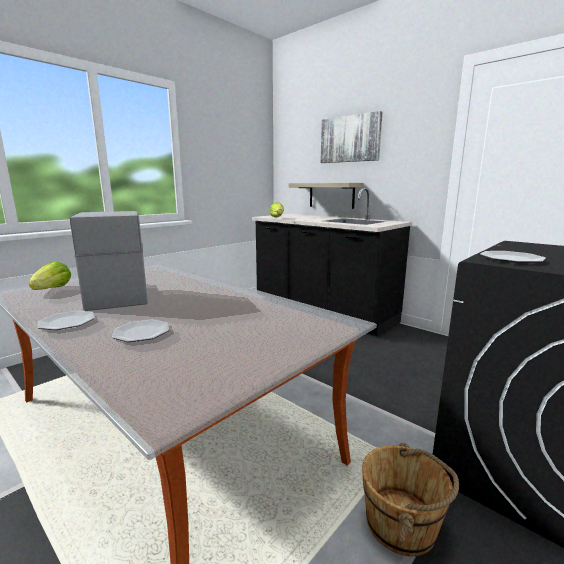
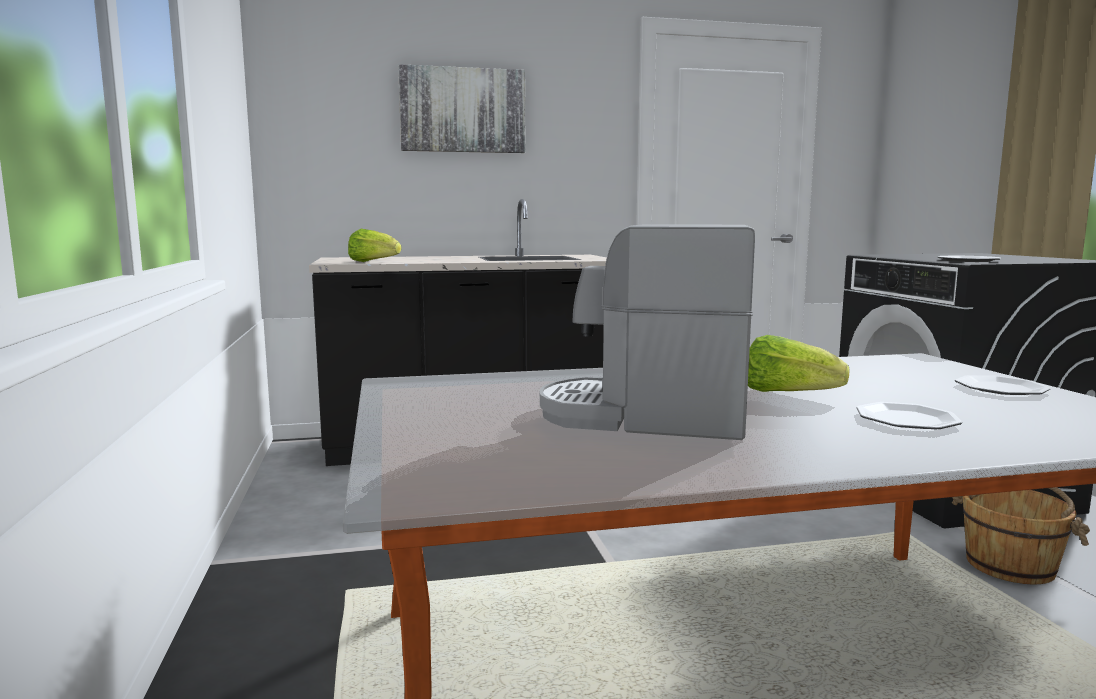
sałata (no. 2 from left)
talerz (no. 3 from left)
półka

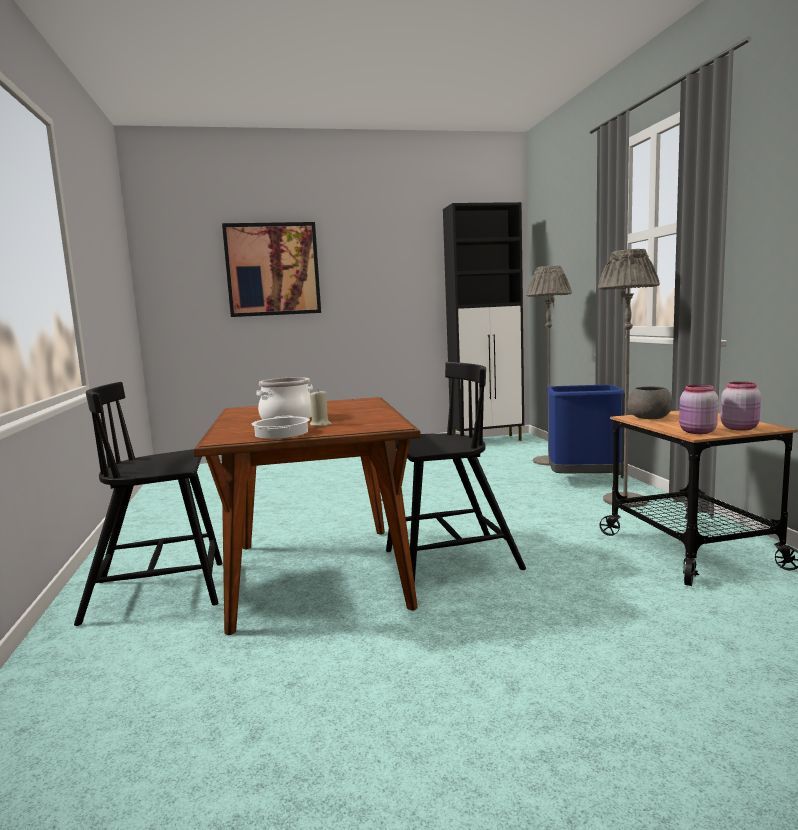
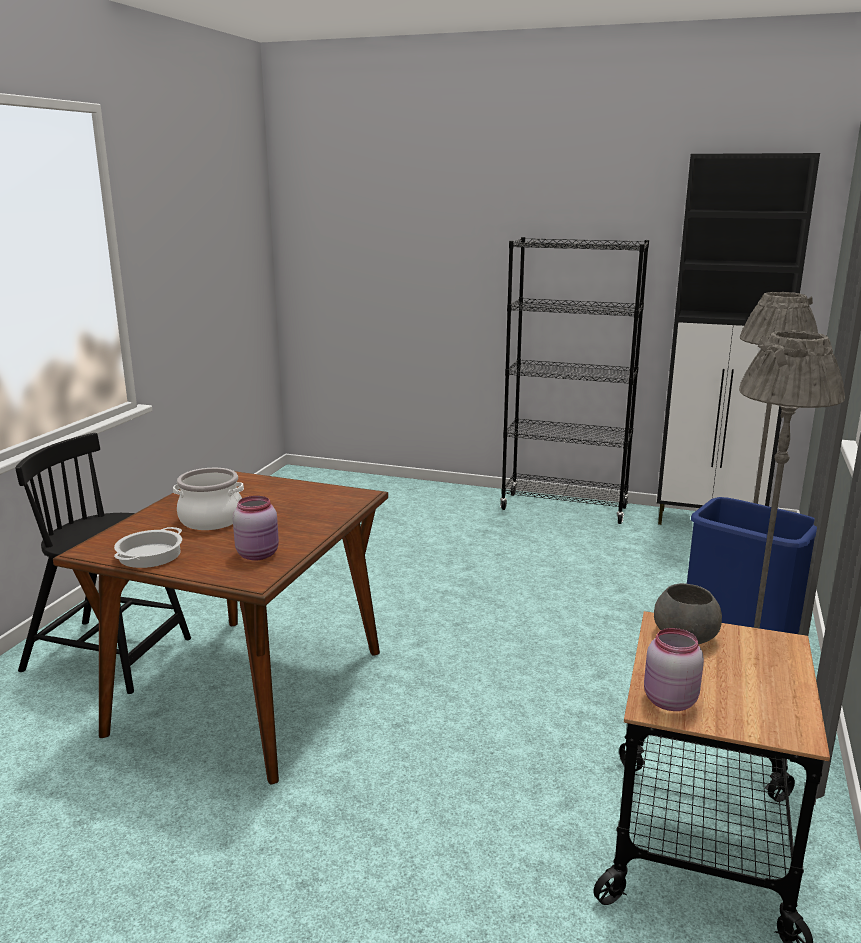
obraz
świeca (beżowy)
krzesło (czarny) (no. 2 from left in the first image)
słoik (różowy) (no. 1 from left)
regał (czarny)

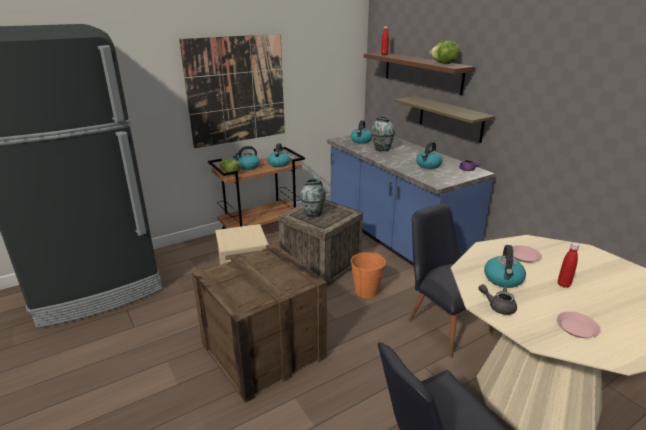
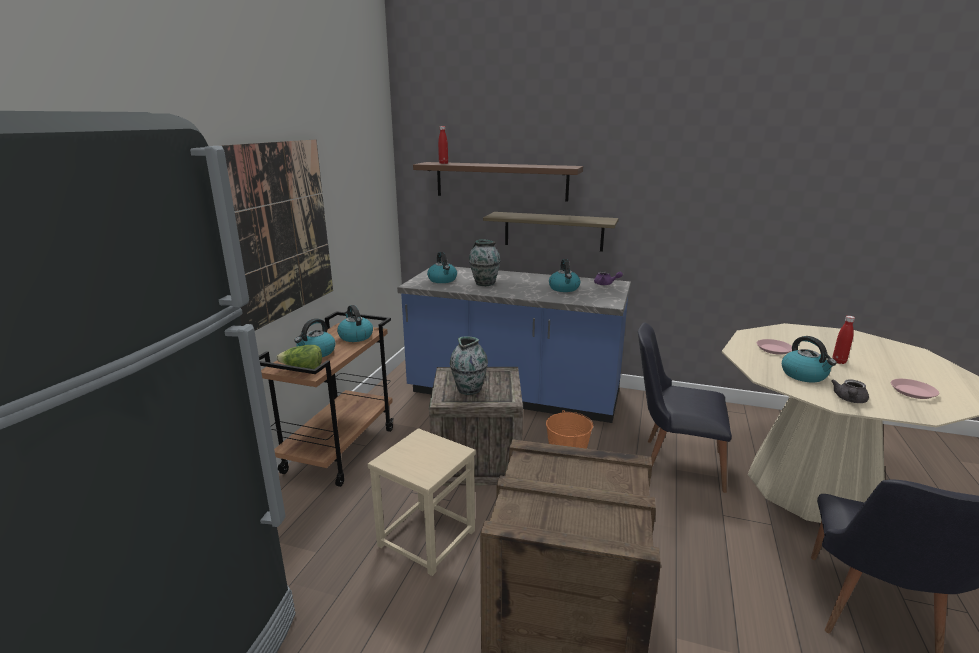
sałata (no. 2 from left in the first image)
imbryk (szary)

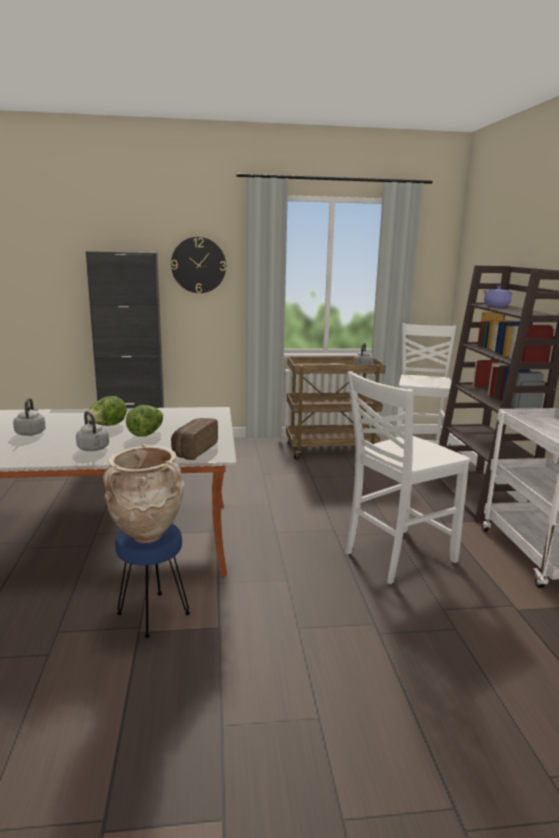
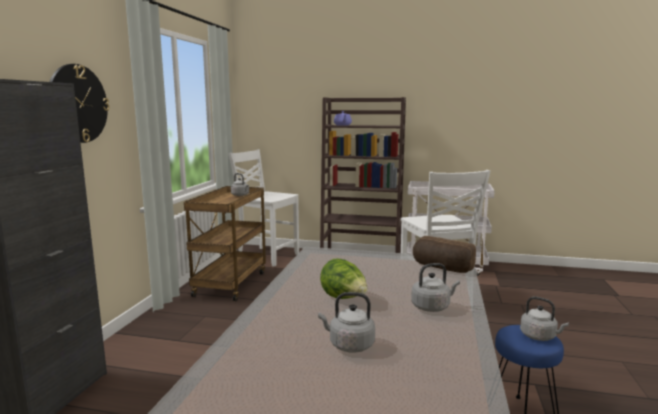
czajnik (szary) (no. 4 from left)
sałata (no. 2 from left in the first image)

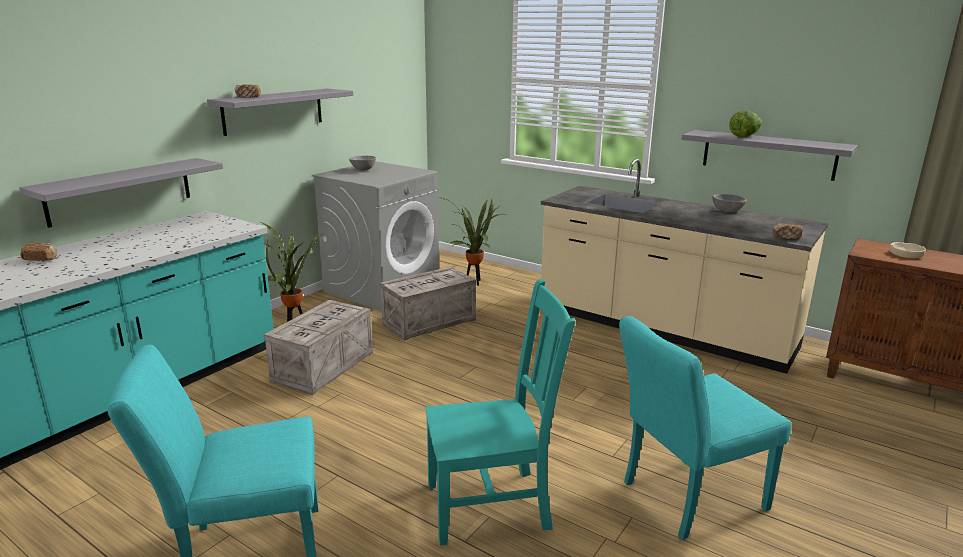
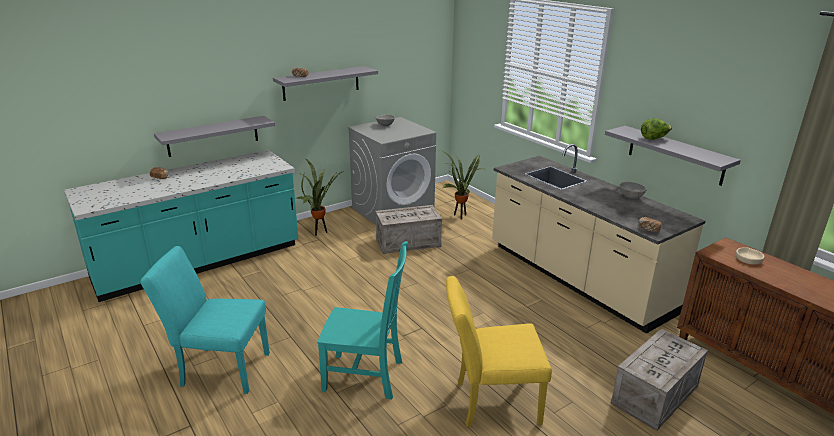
skrzynka (no. 2 from left)
krzesło (żółty)

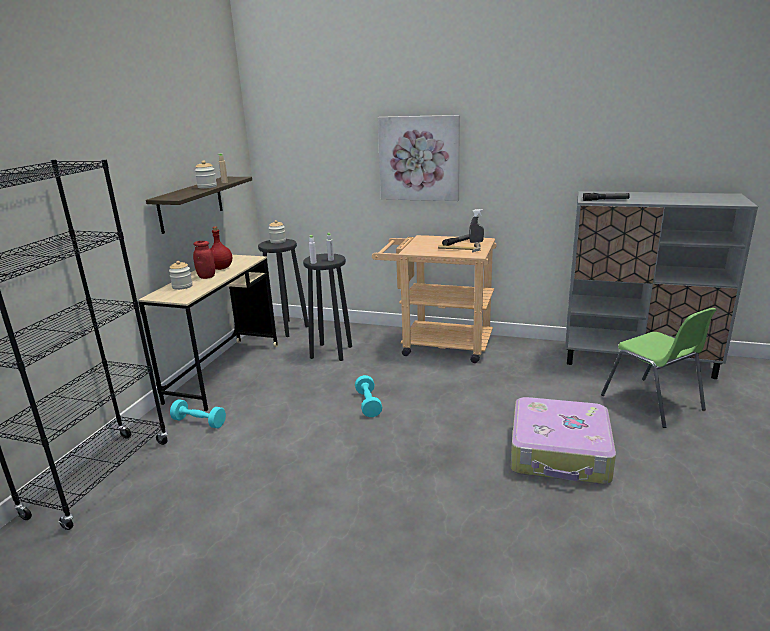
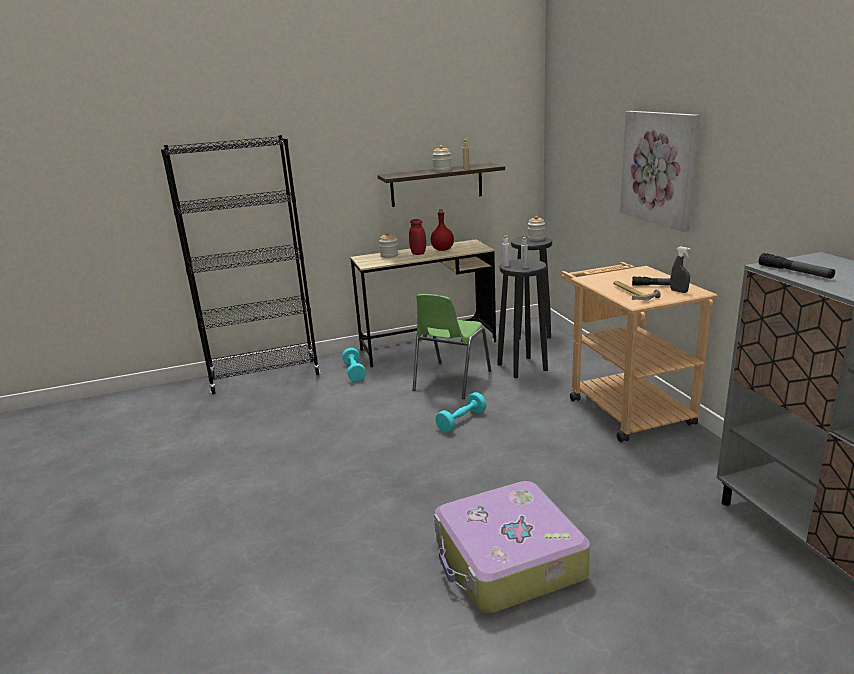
krzesło (zielony)

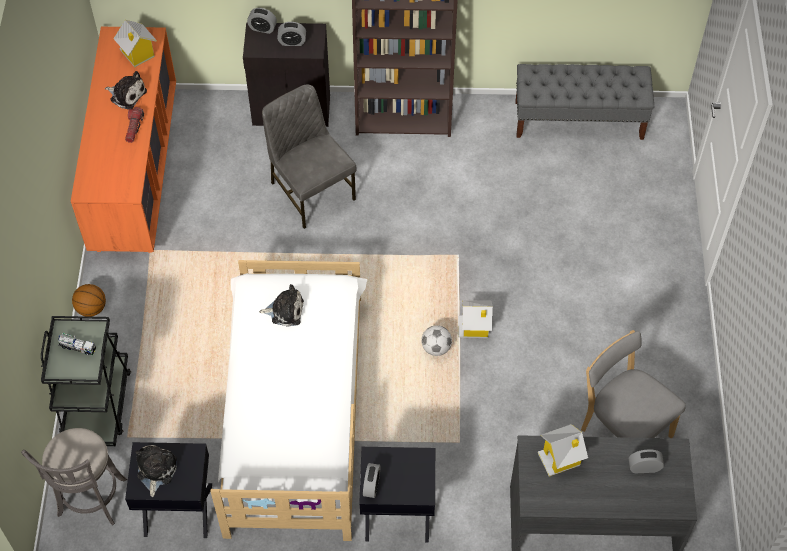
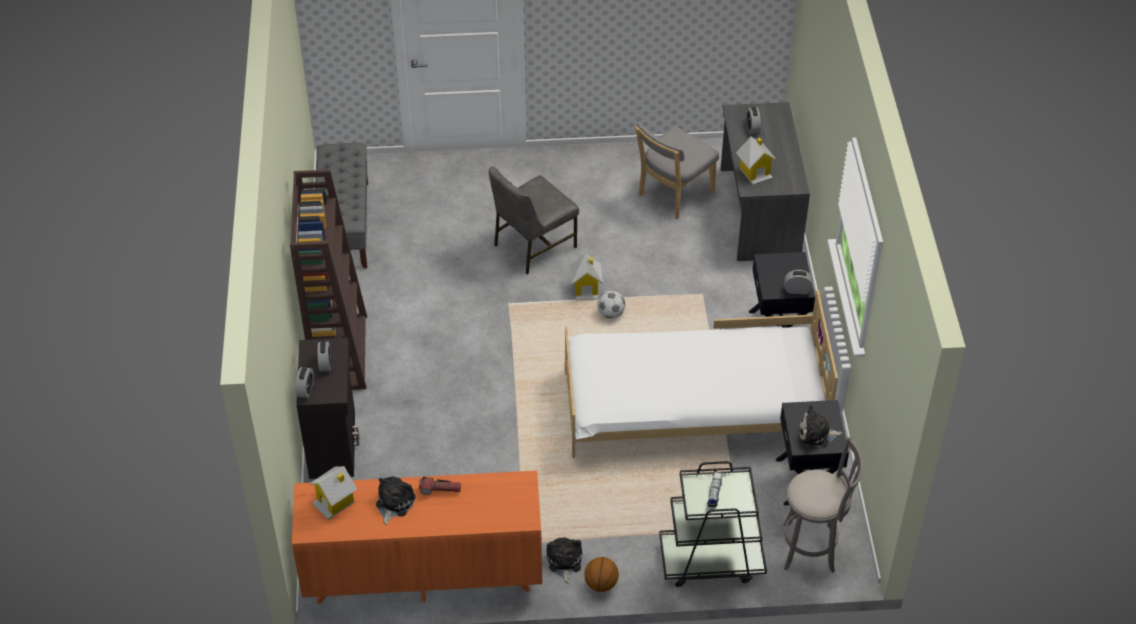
pluszak (no. 2 from left)
krzesło (szary) (no. 1 from left)

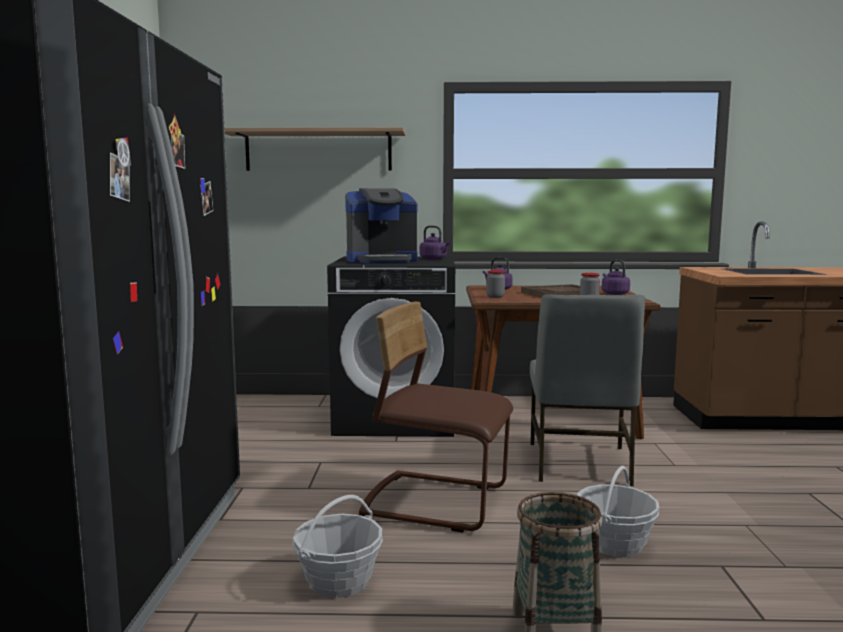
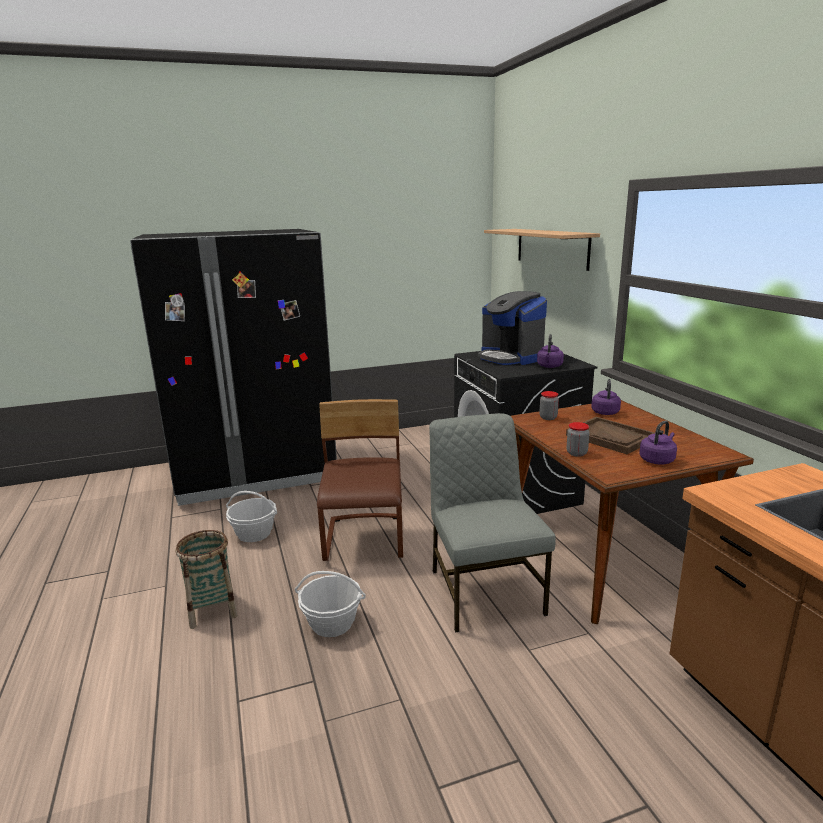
krzesło (szary)

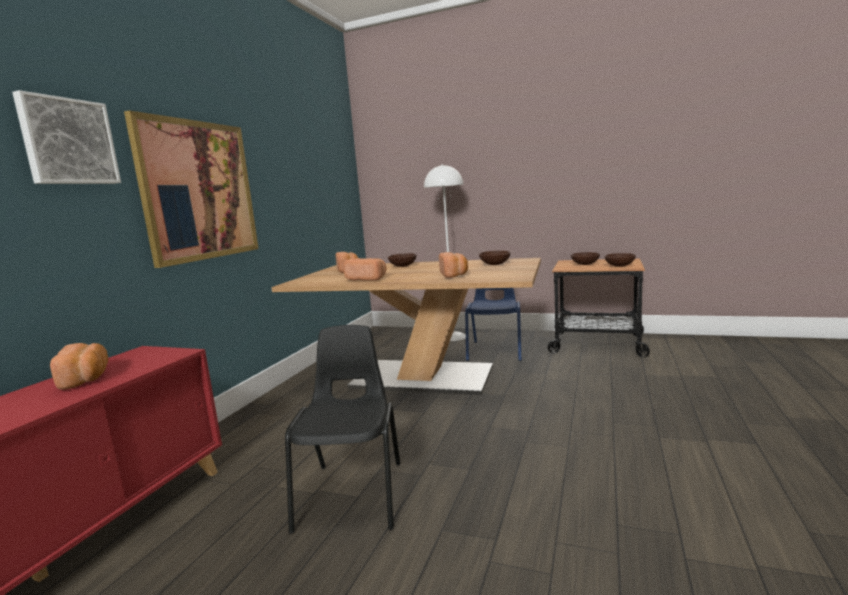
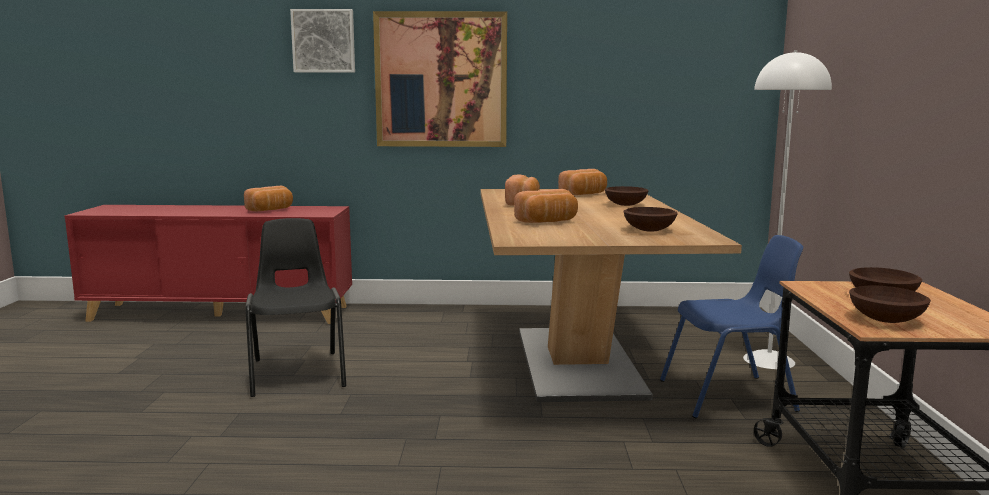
krzesło (czarny)

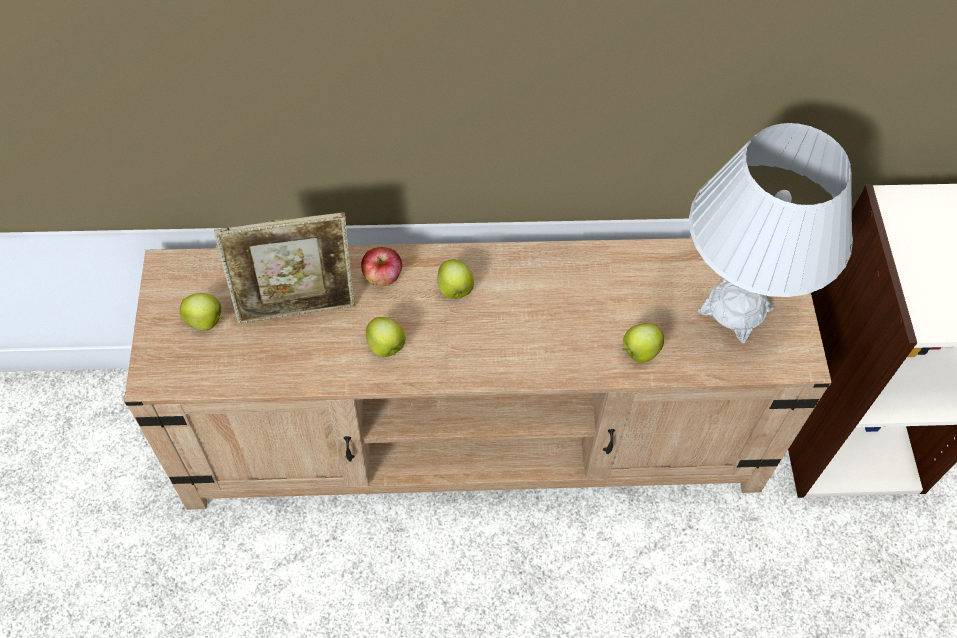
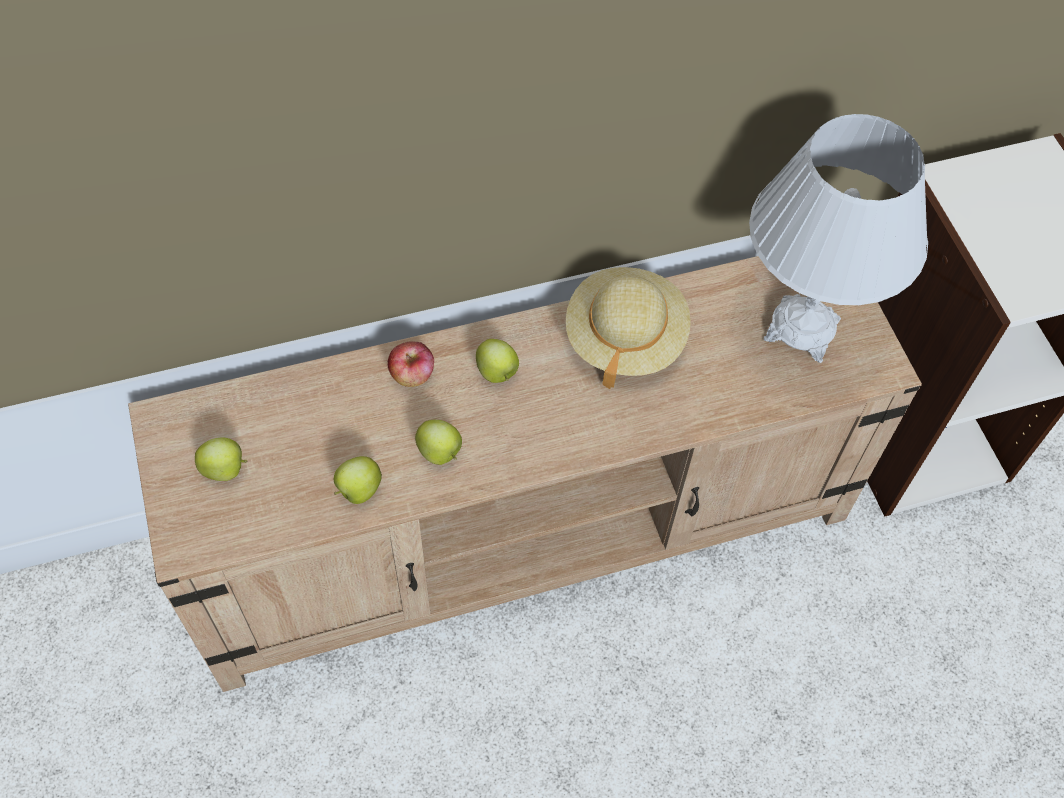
ramka na zdjęcie
jabłko (no. 2 from left)
kapelusz (beżowy)

